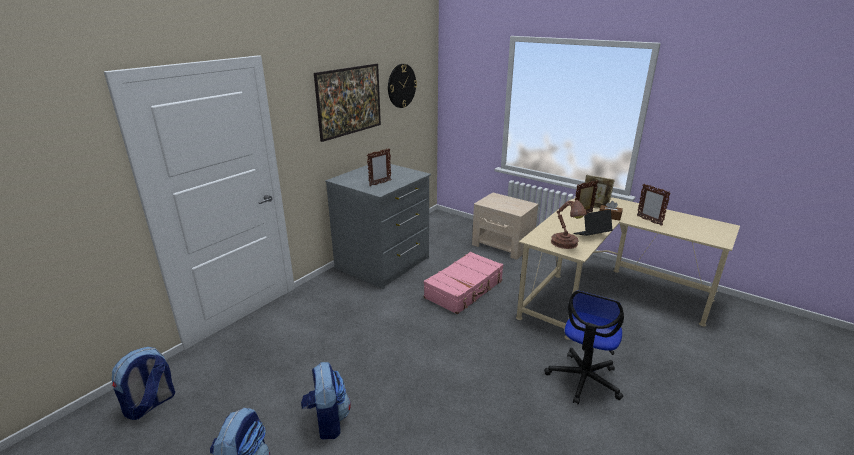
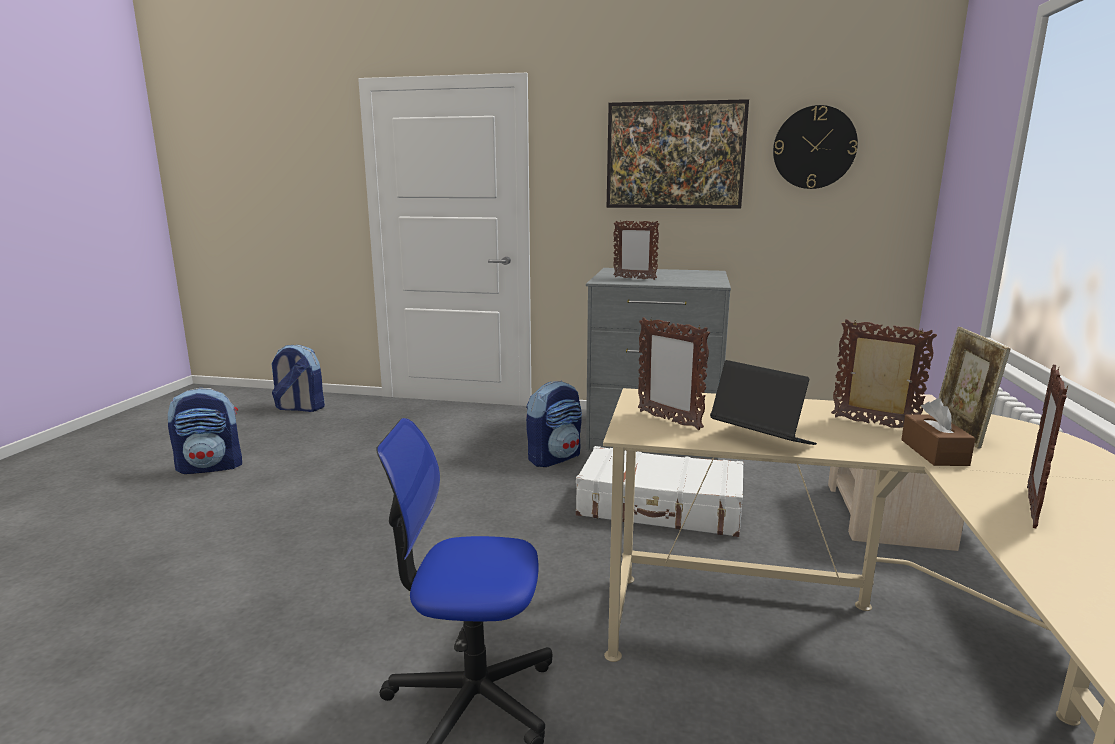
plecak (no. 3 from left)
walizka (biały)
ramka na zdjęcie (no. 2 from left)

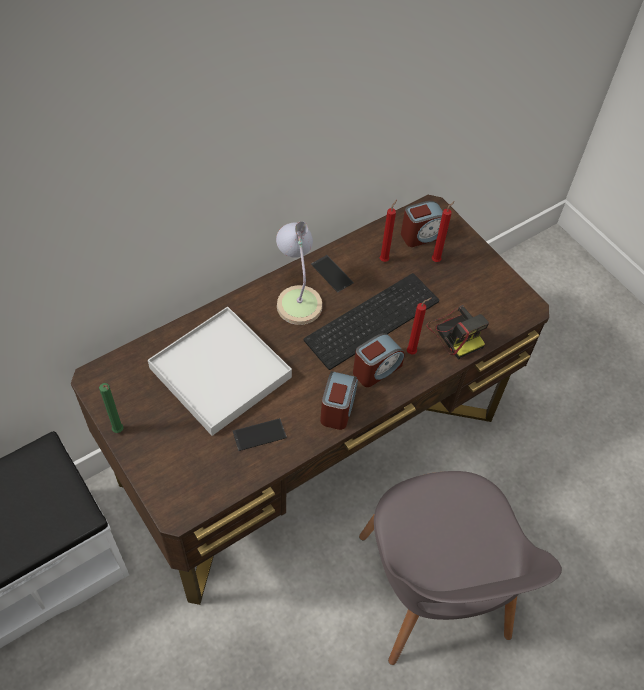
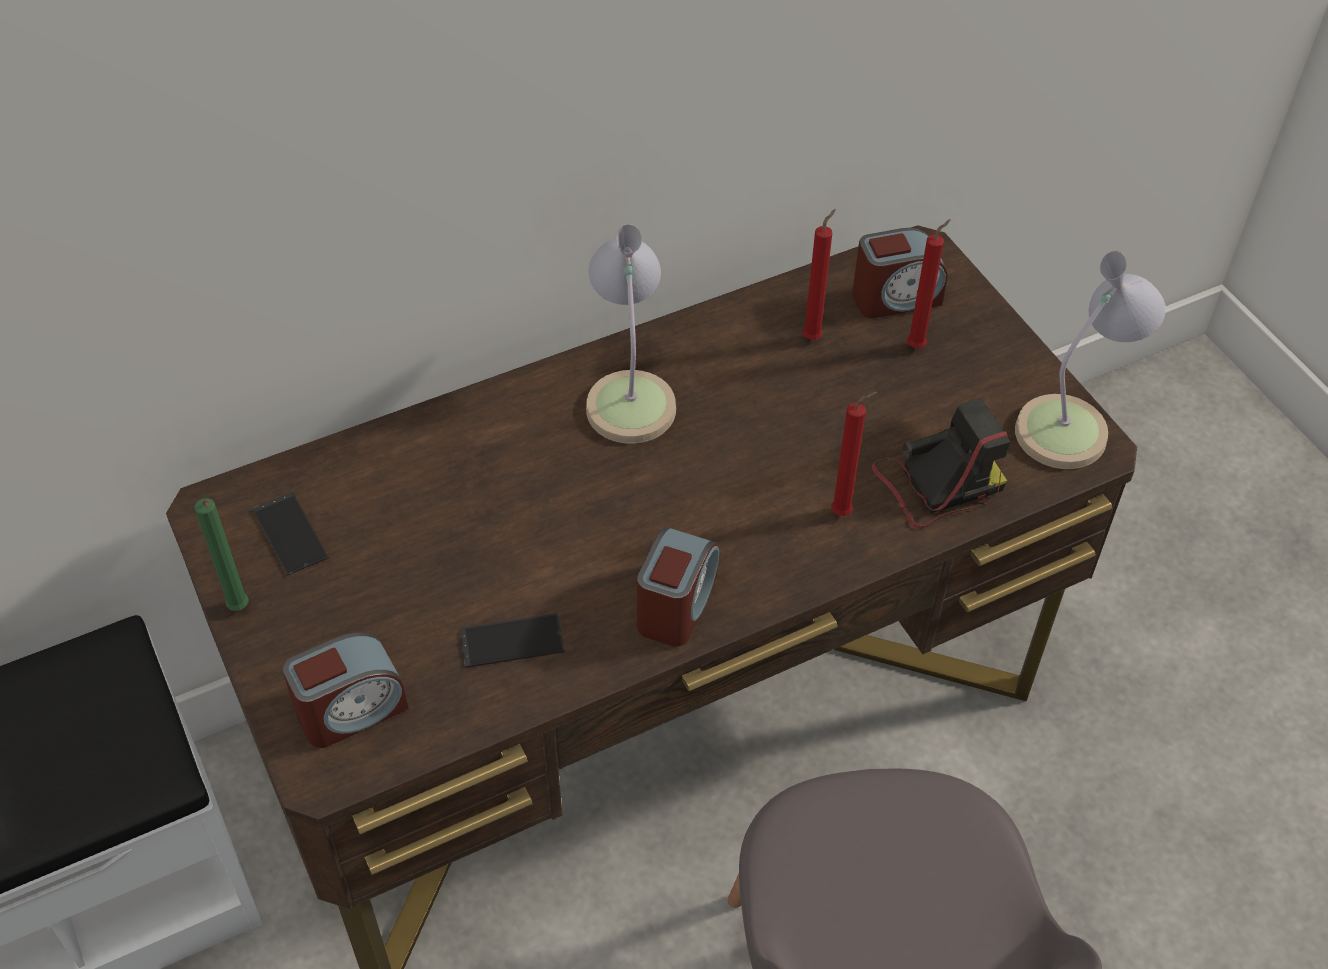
taca (biały)
klawiatura
telefon (no. 1 from left)
budzik (no. 1 from left)
aparat fotograficzny
lampa stołowa (no. 2 from left)

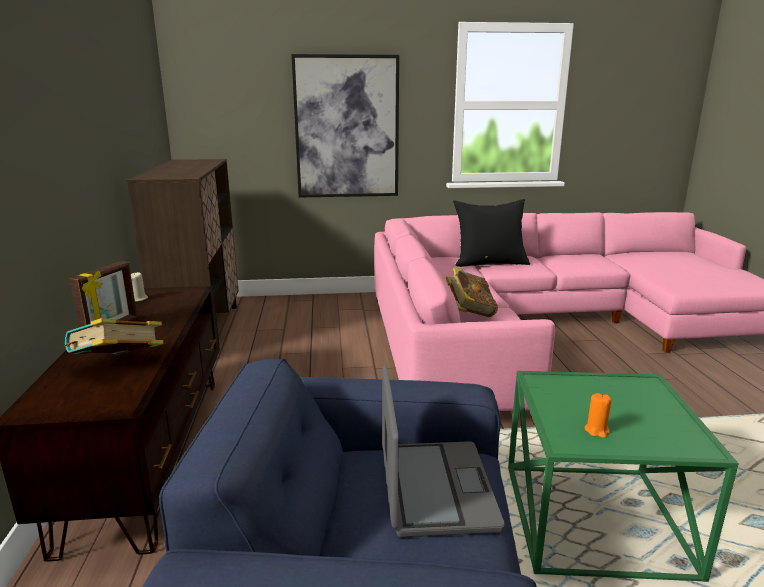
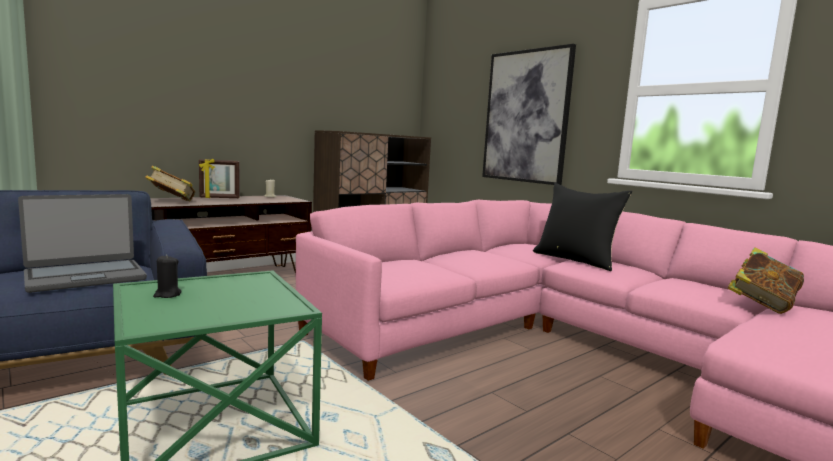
książka (no. 2 from left)
świeca (czarny)

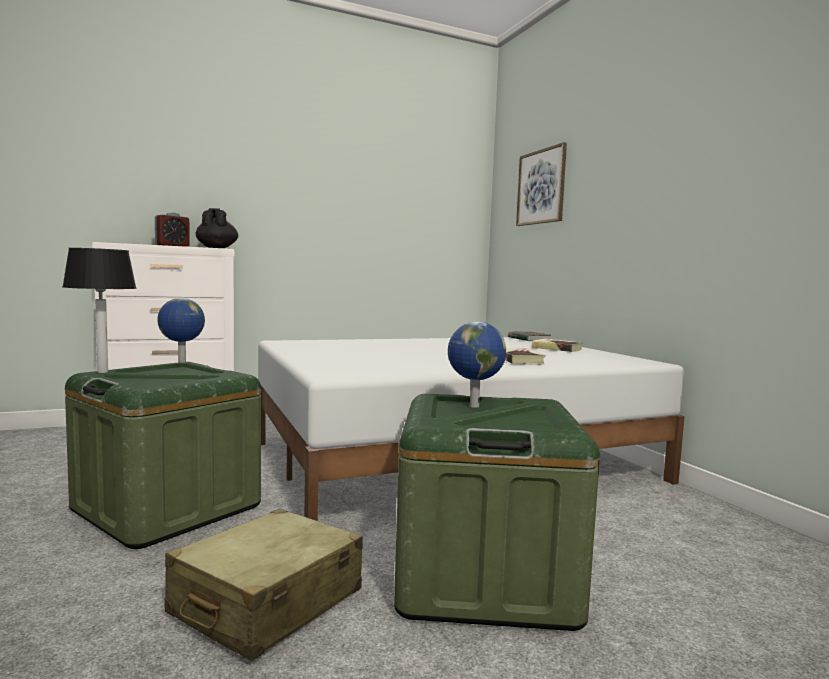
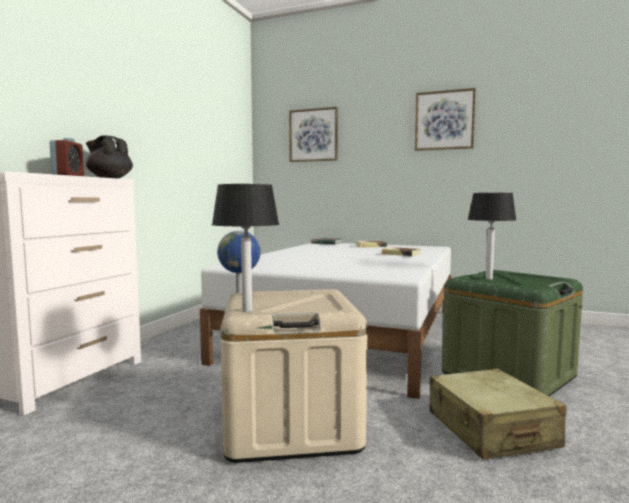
pojemnik do przechowywania (beżowy)
lampa stołowa (no. 2 from left)
obraz (no. 2 from left)

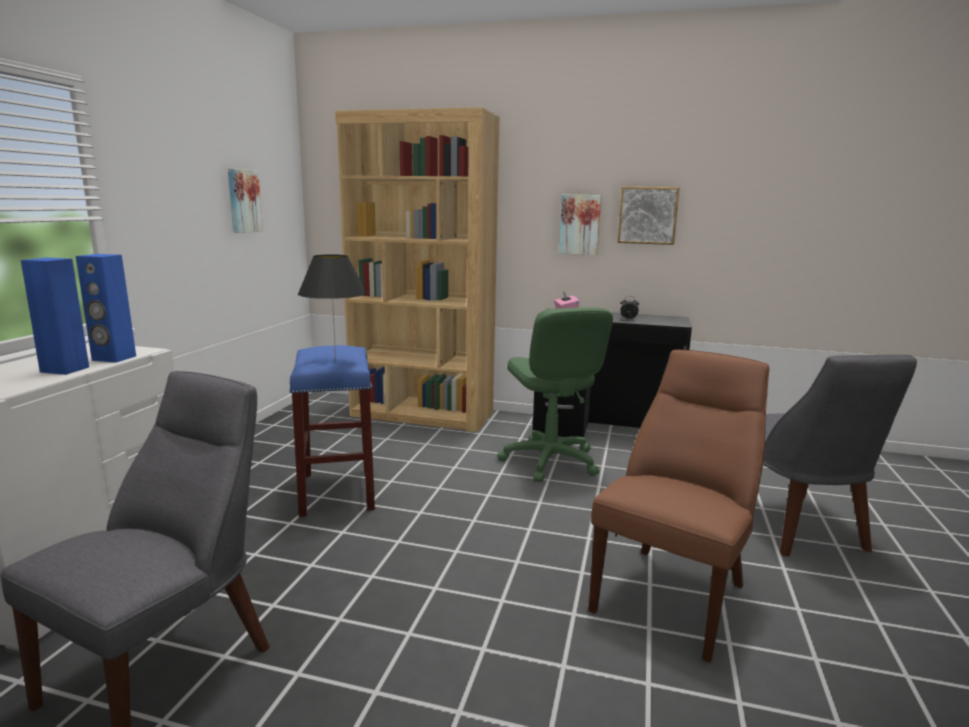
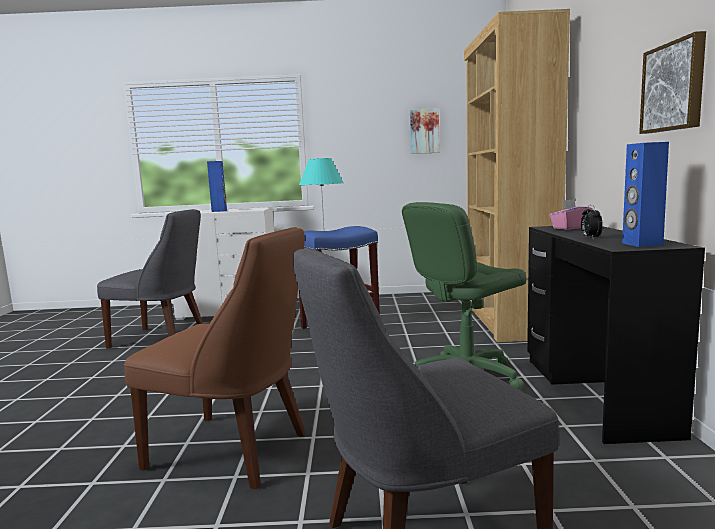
głośnik (niebieski) (no. 2 from left)
lampa stołowa (turkusowy)
obraz (no. 2 from left in the first image)

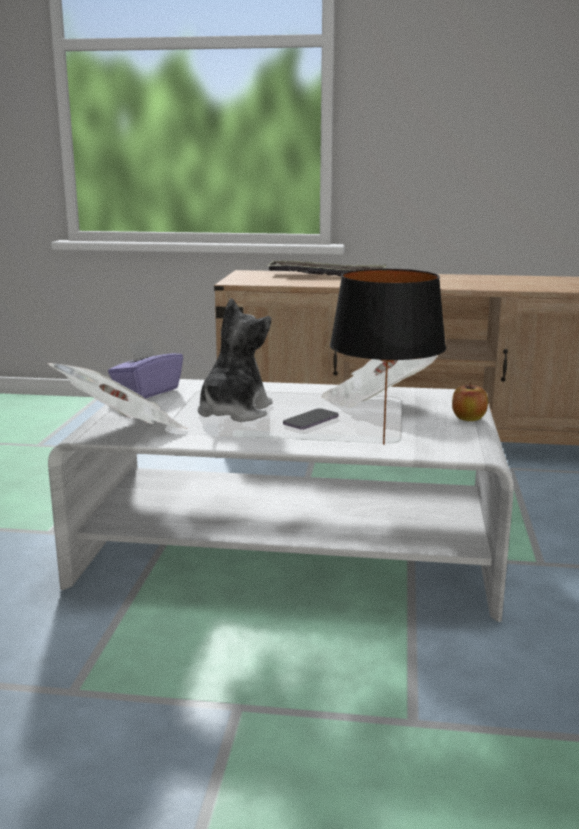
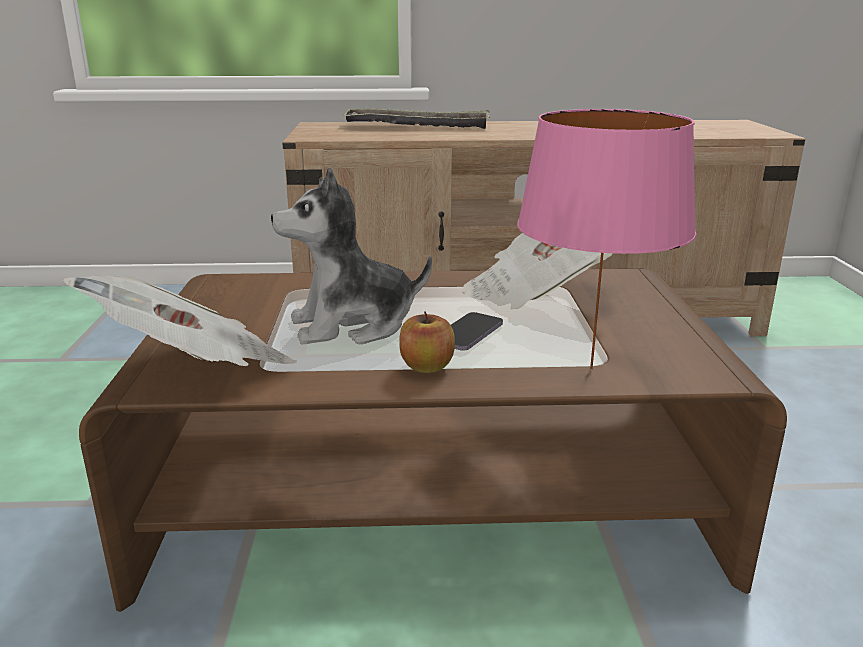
ława (brązowy)
pudełko chusteczek (fioletowy)
pluszak
lampa stołowa (różowy)
jabłko

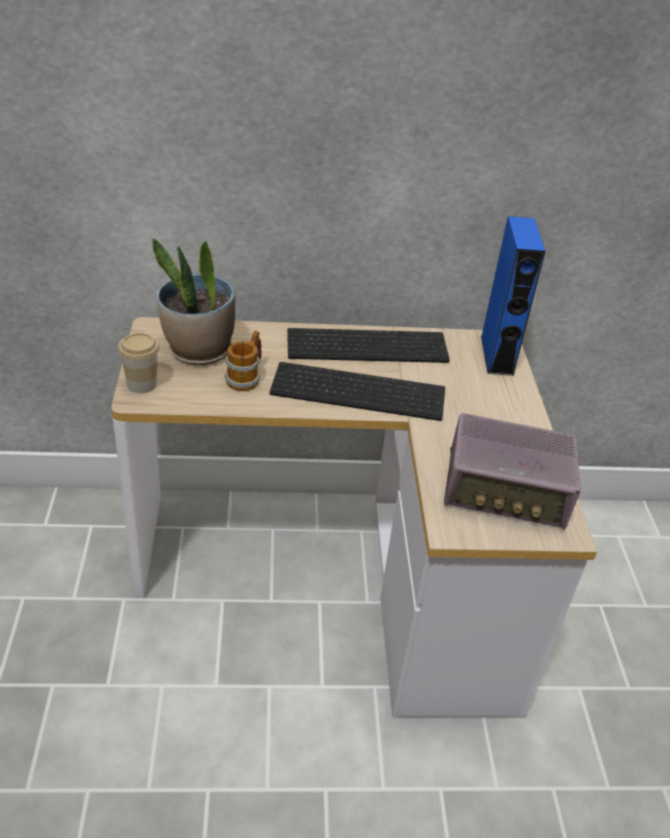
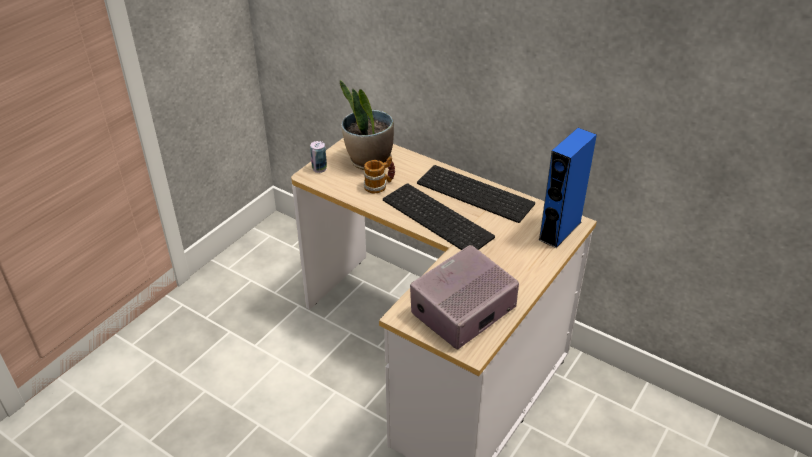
puszka
radio

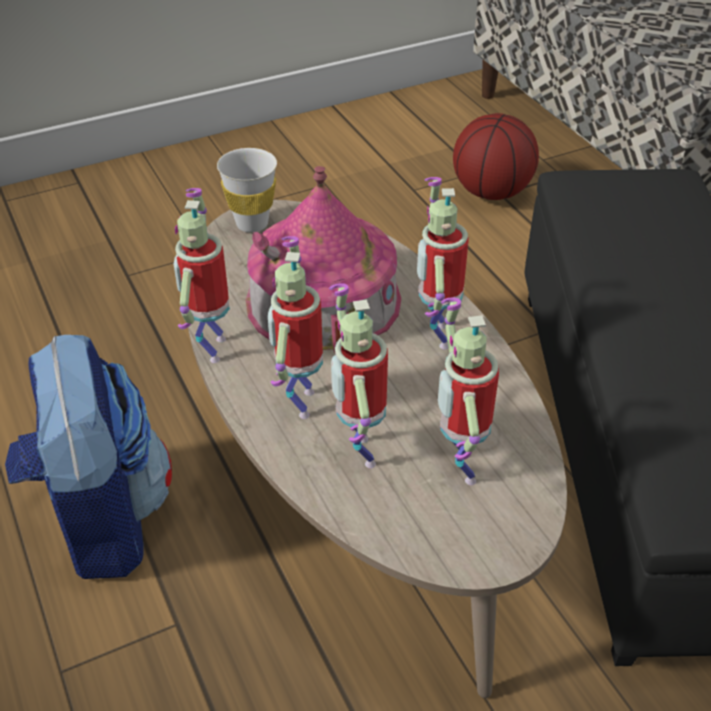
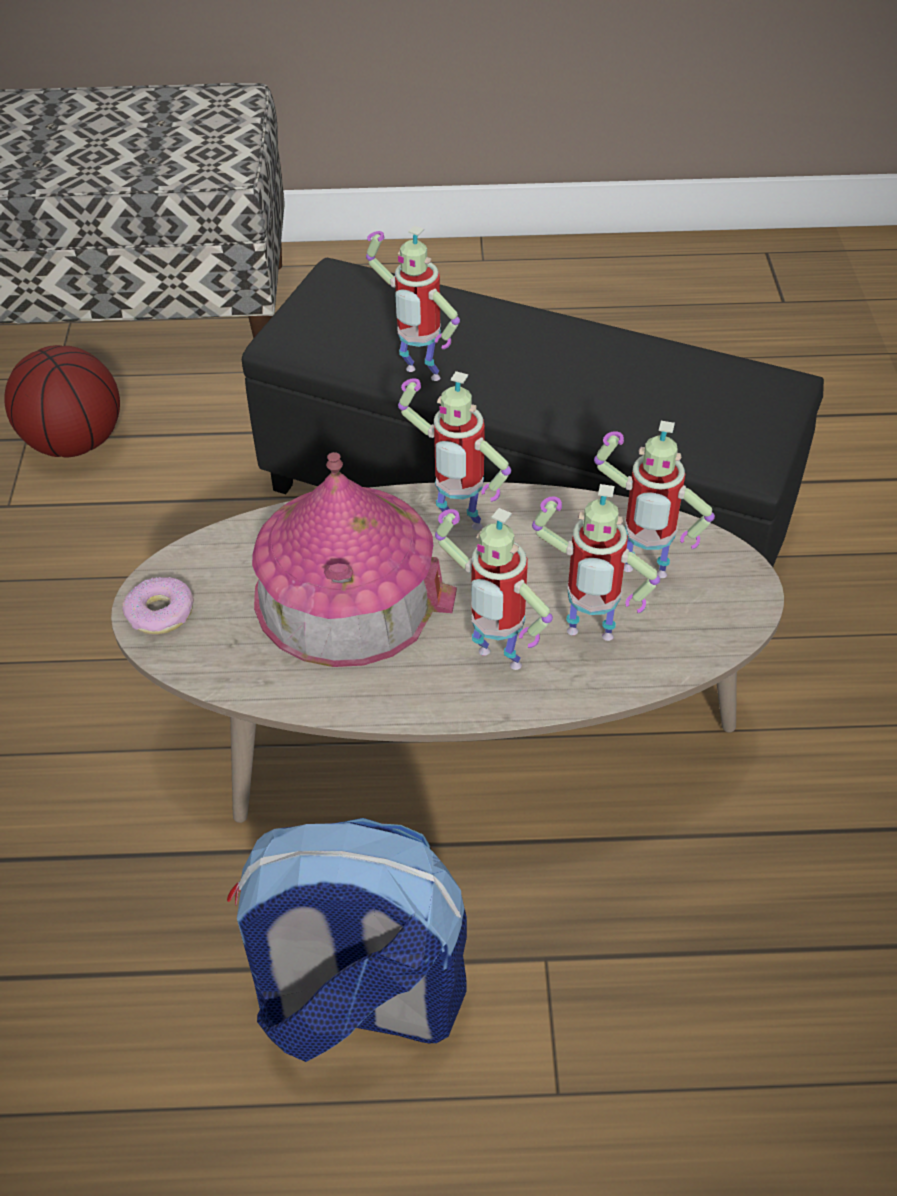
robot zabawkowy (no. 1 from left)
donut

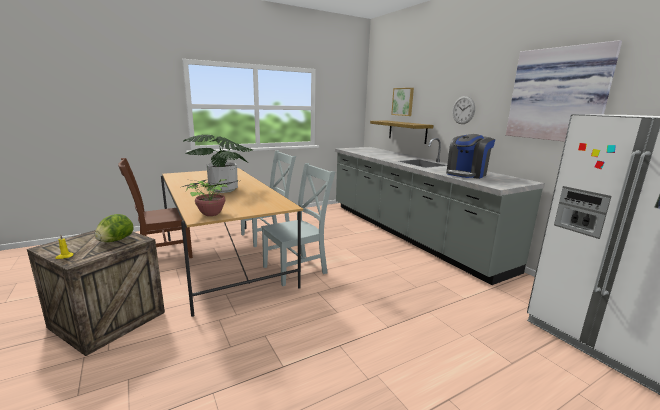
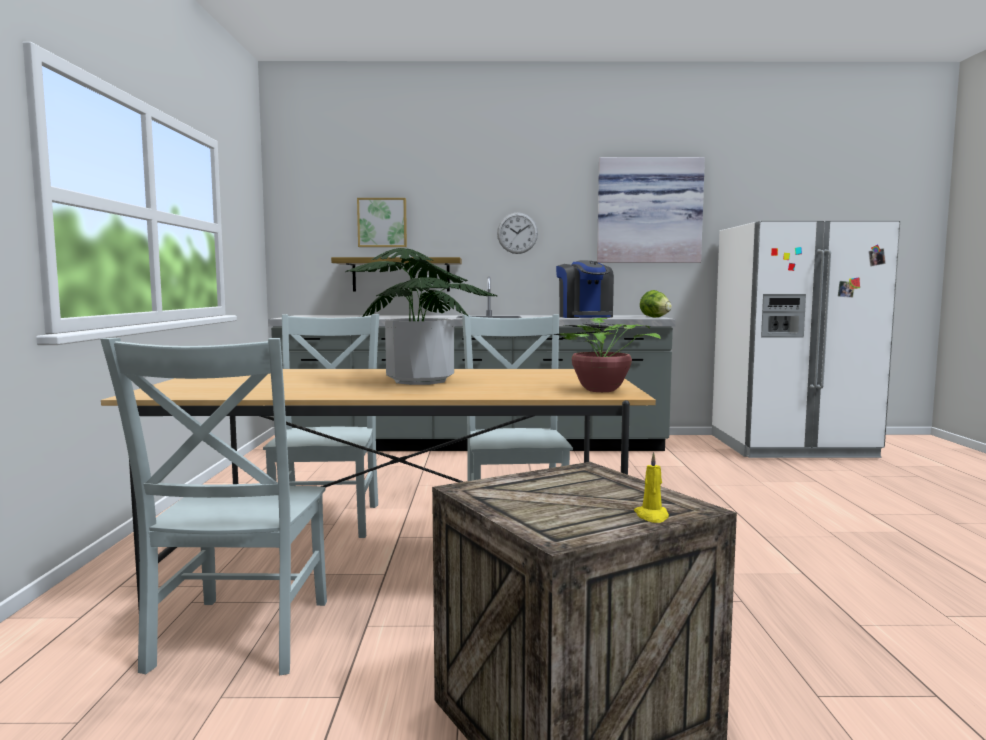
sałata
krzesło (szary) (no. 1 from left)

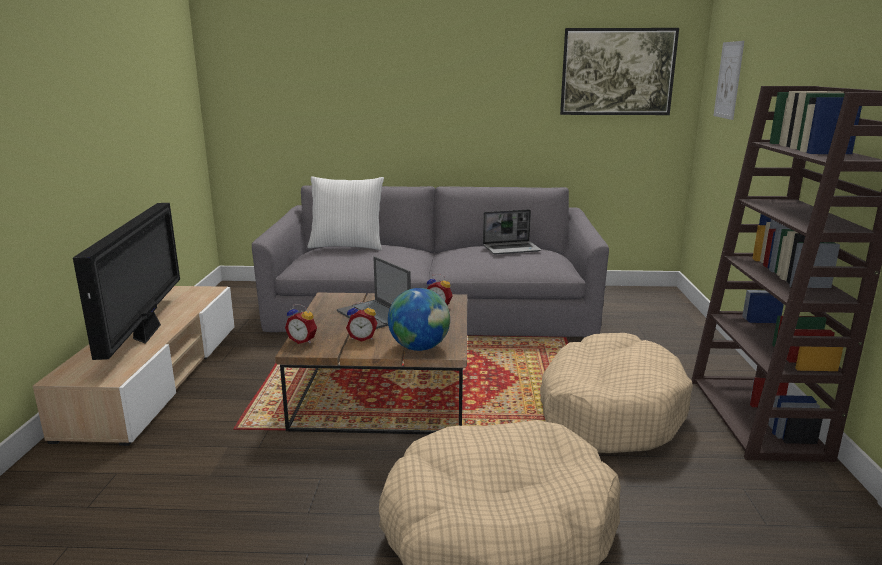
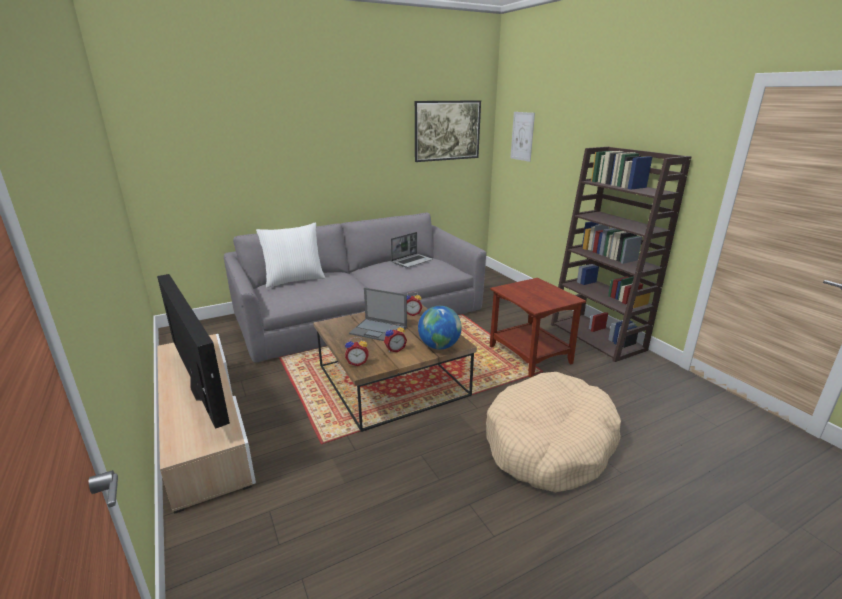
stolik (brązowy)

